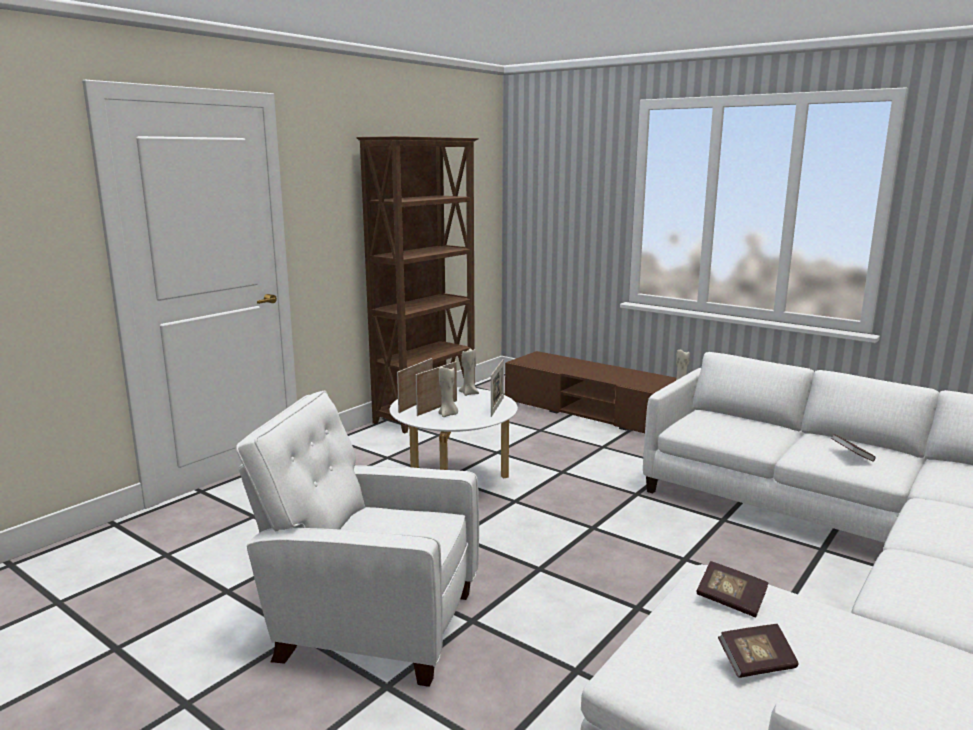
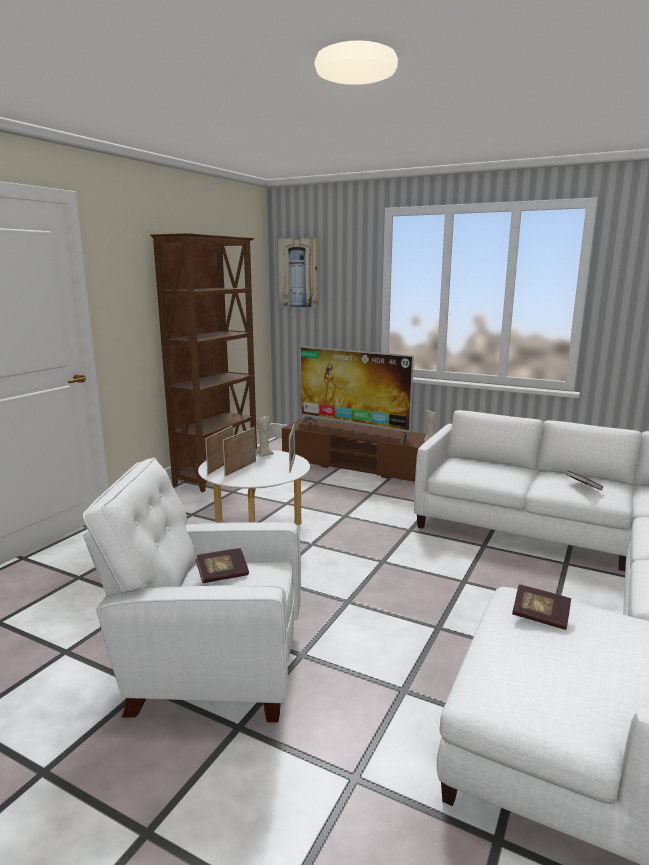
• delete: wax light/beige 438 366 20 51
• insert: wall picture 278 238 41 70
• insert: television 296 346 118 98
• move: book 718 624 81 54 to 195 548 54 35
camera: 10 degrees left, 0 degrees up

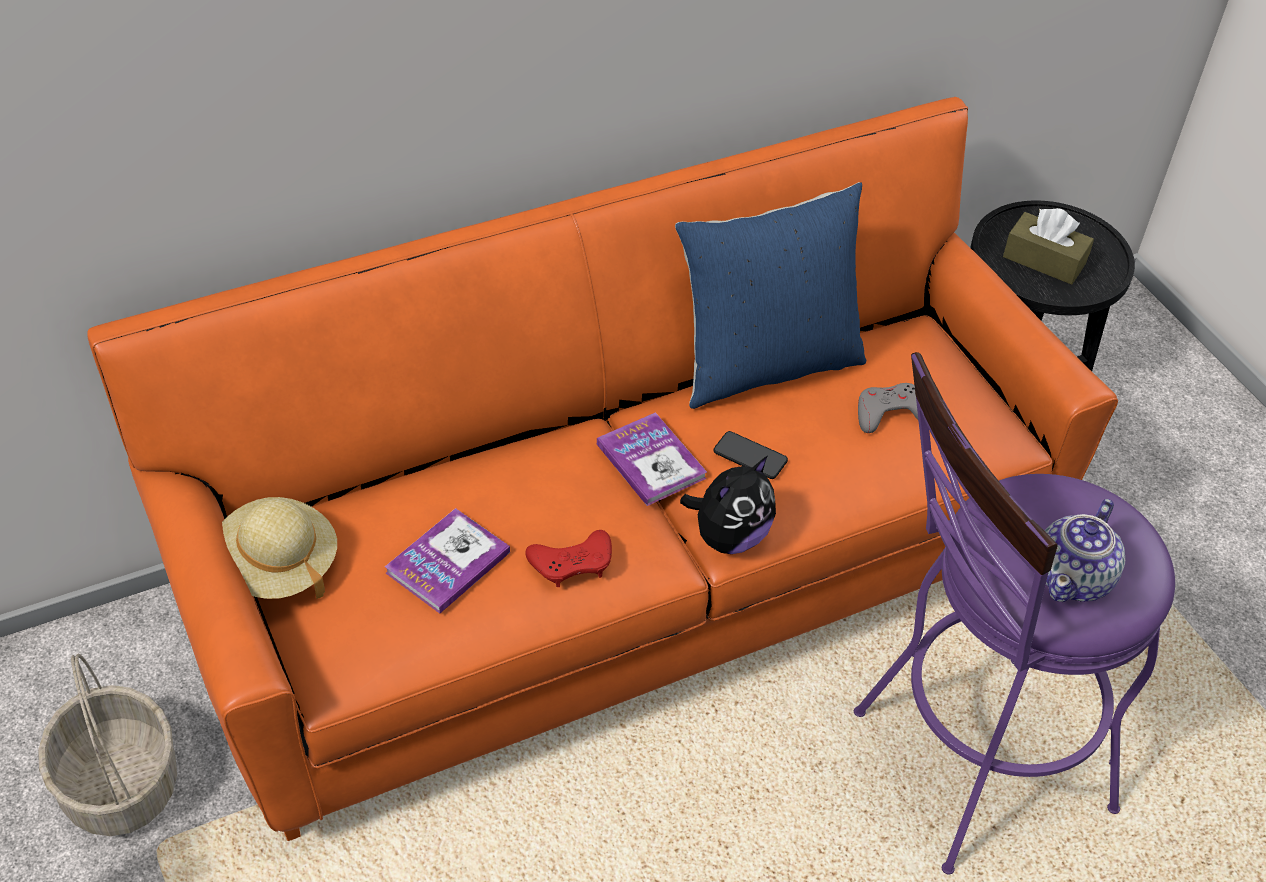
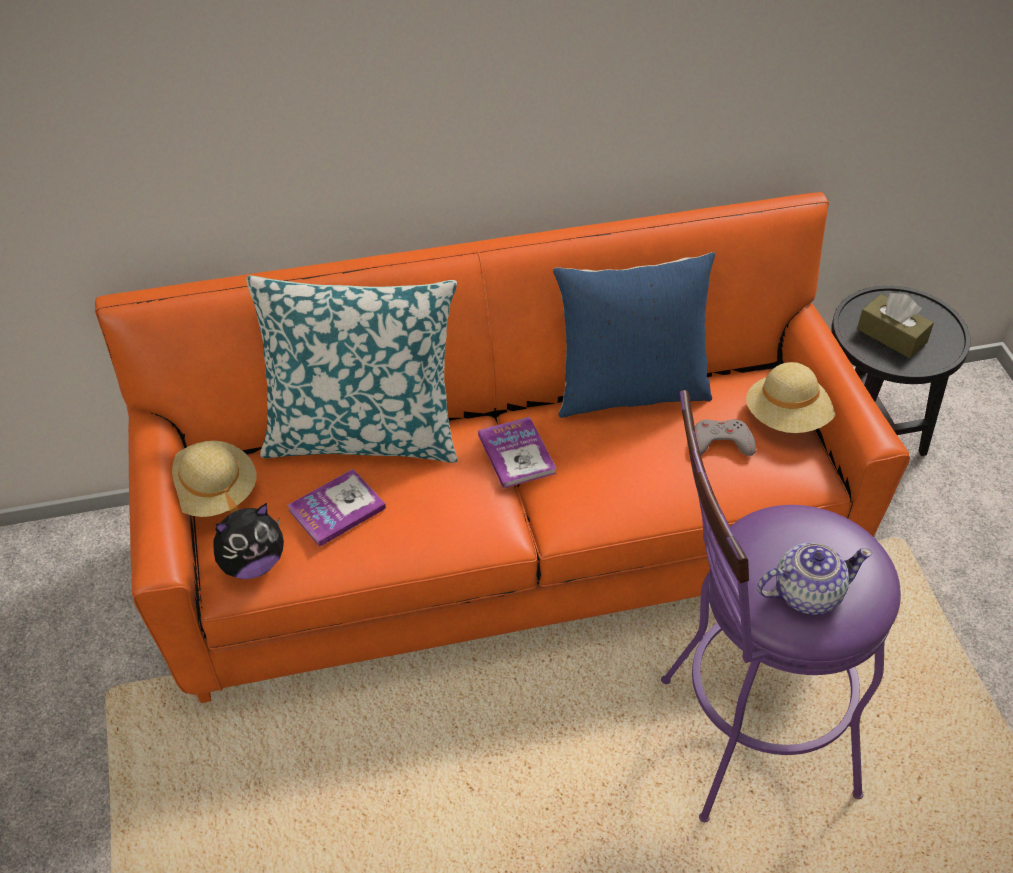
• delete: storage basket 38 654 139 182
• delete: game controller/red-coloured 525 530 87 57
• delete: telephone 713 431 75 48
• insert: pillow 246 276 211 187
• insert: clothing hat/beige 746 362 90 71
• move: cuddly toy 680 456 96 98 to 213 503 71 76
• rotate: teapot 1045 499 80 103 = 757 543 116 72 150 degrees counterclockwise
camera: 15 degrees right, 0 degrees up

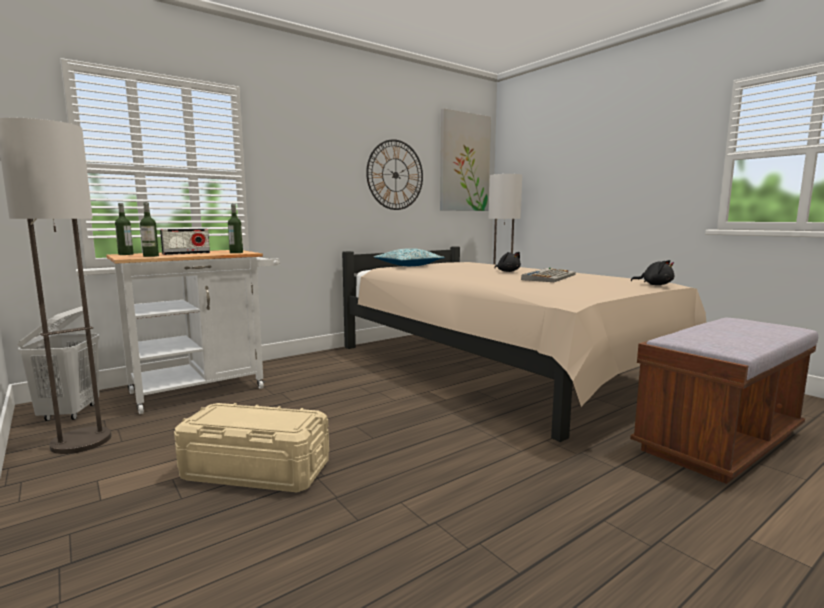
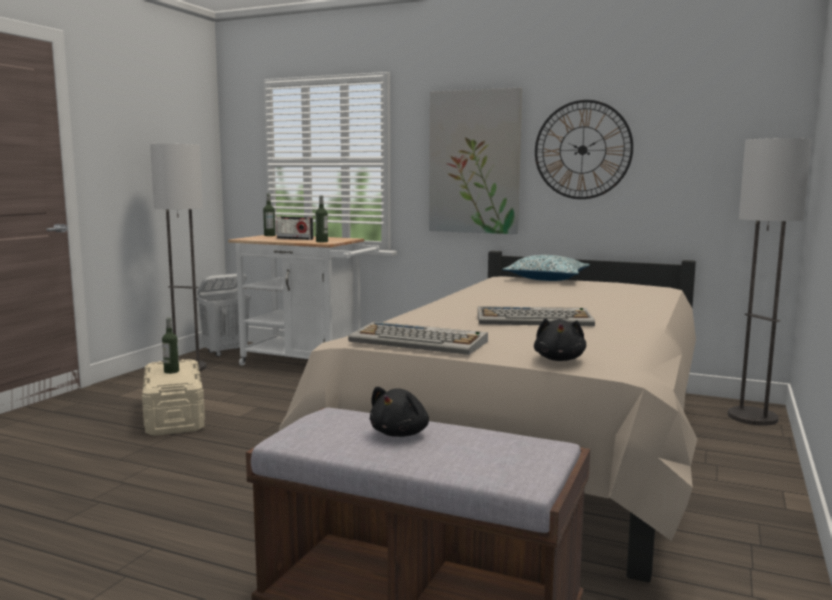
• insert: PC keyboard 348 321 140 34
• move: bottle 140 202 19 55 to 162 318 17 56
• move: wall picture 440 108 51 103 to 429 88 93 146
• move: cuddly toy/blackish 495 252 26 20 to 370 386 59 51
camera: 60 degrees right, 0 degrees up

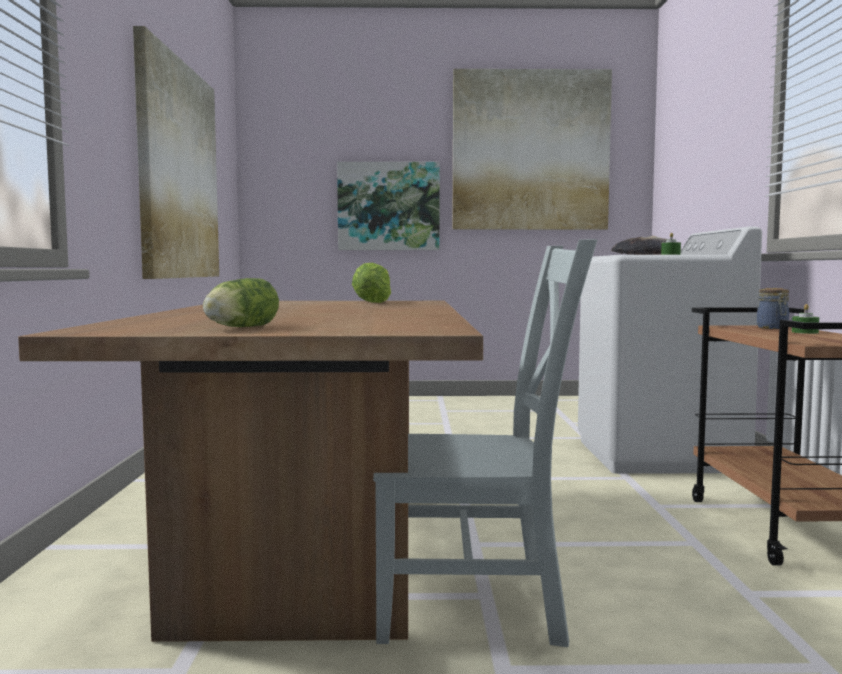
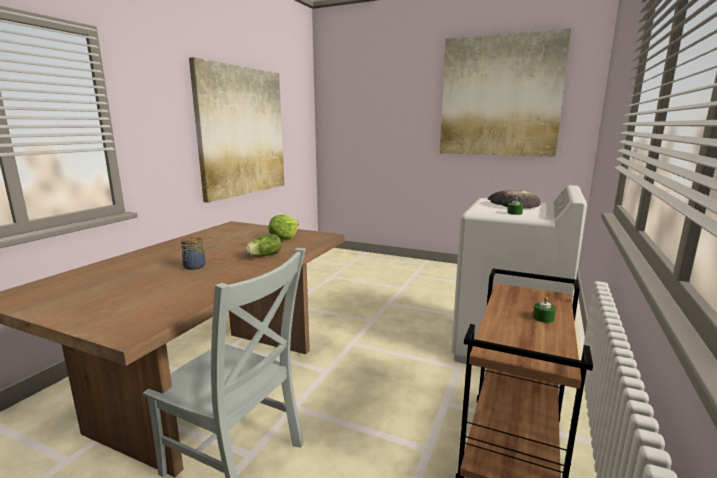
• delete: wall picture 337 162 103 88
• move: head of lettuce 203 278 76 49 to 244 234 37 23
• move: preserve jar 757 288 32 41 to 181 237 25 33
camera: 25 degrees right, 10 degrees up

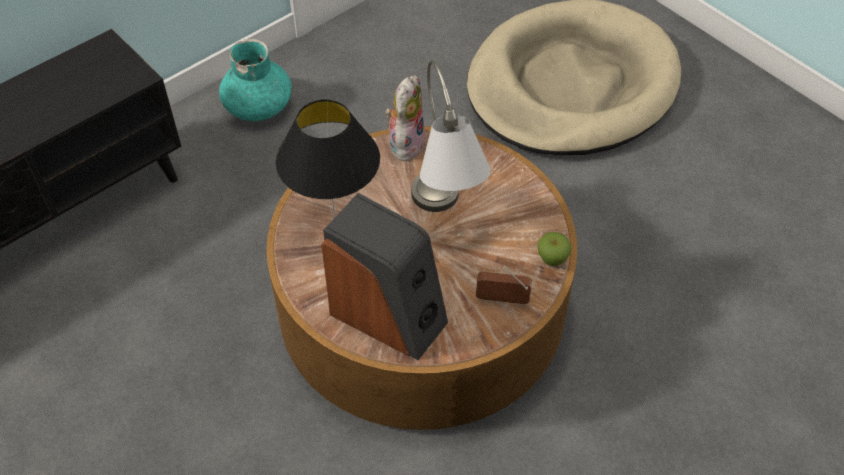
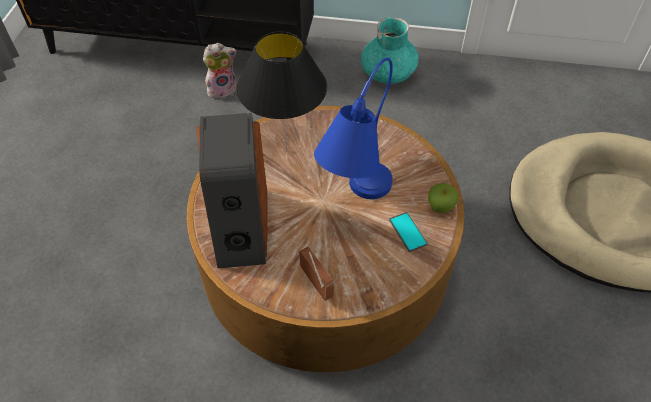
• insert: telephone 389 212 39 40
• move: cuddly toy 385 76 40 86 to 203 43 33 57
• move: apple 537 232 35 34 to 428 183 30 30
• recolor: lamp for a table/grey 411 60 80 152 to lamp for a table/blue-coloured 314 57 79 142
camera: 50 degrees right, 0 degrees up

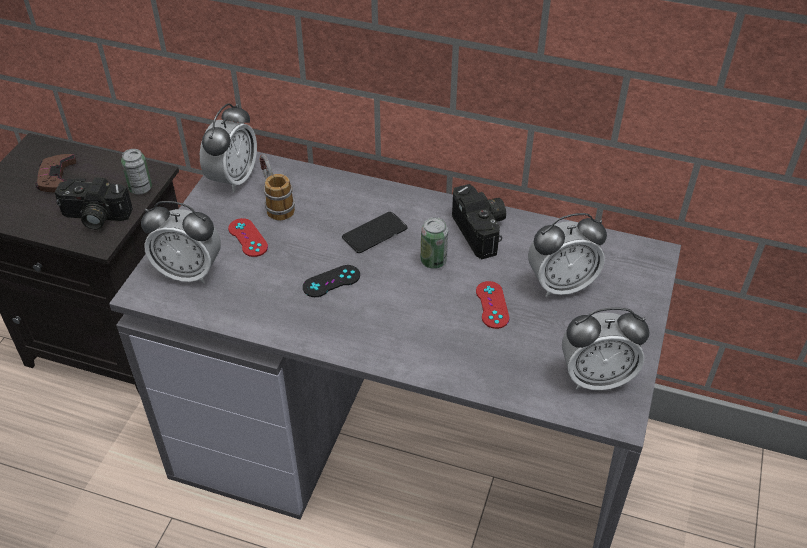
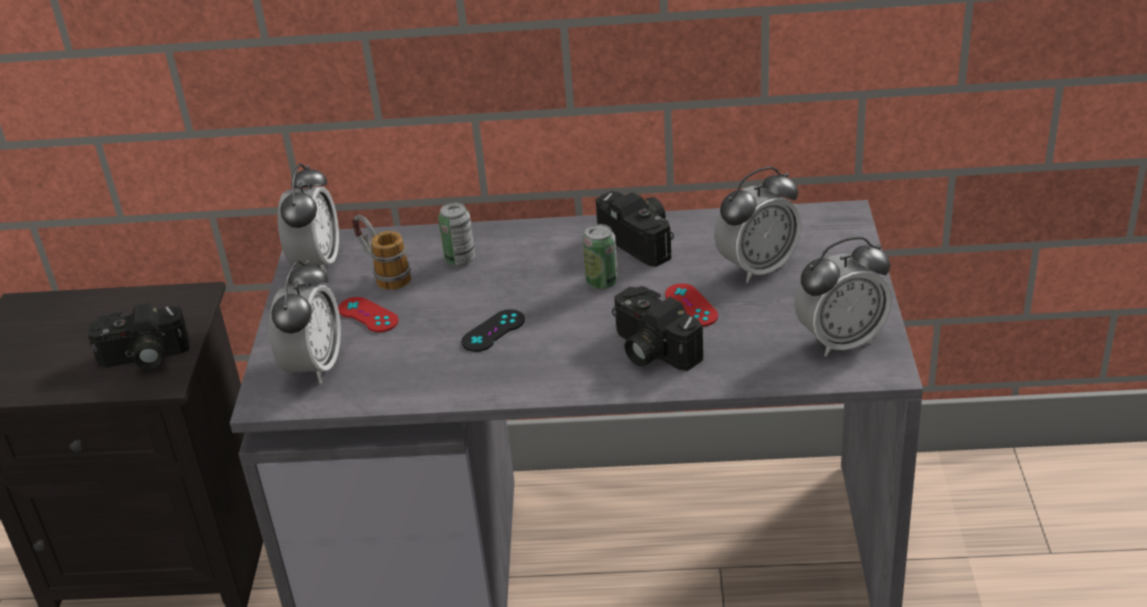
• delete: game controller/brown 36 154 40 39
• delete: telephone 342 212 65 41
• insert: photo camera 612 286 91 85
• move: can 121 149 31 45 to 438 203 37 63
• rotate: alarm clock 141 201 80 83 = 269 260 72 123 75 degrees counterclockwise
camera: 15 degrees left, 10 degrees down

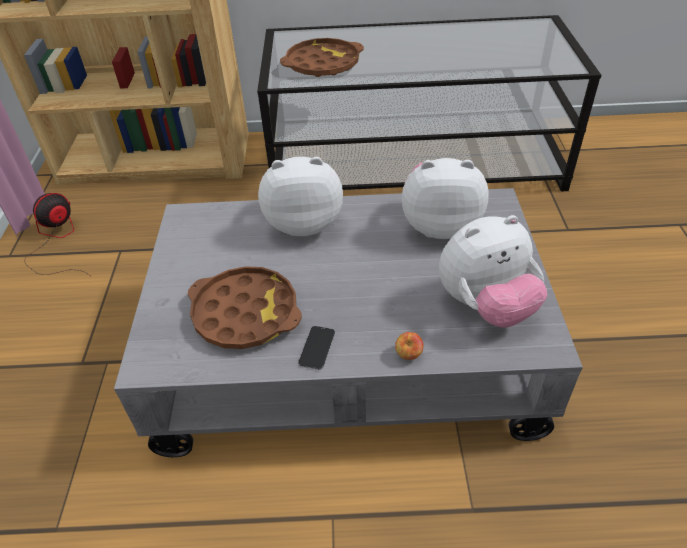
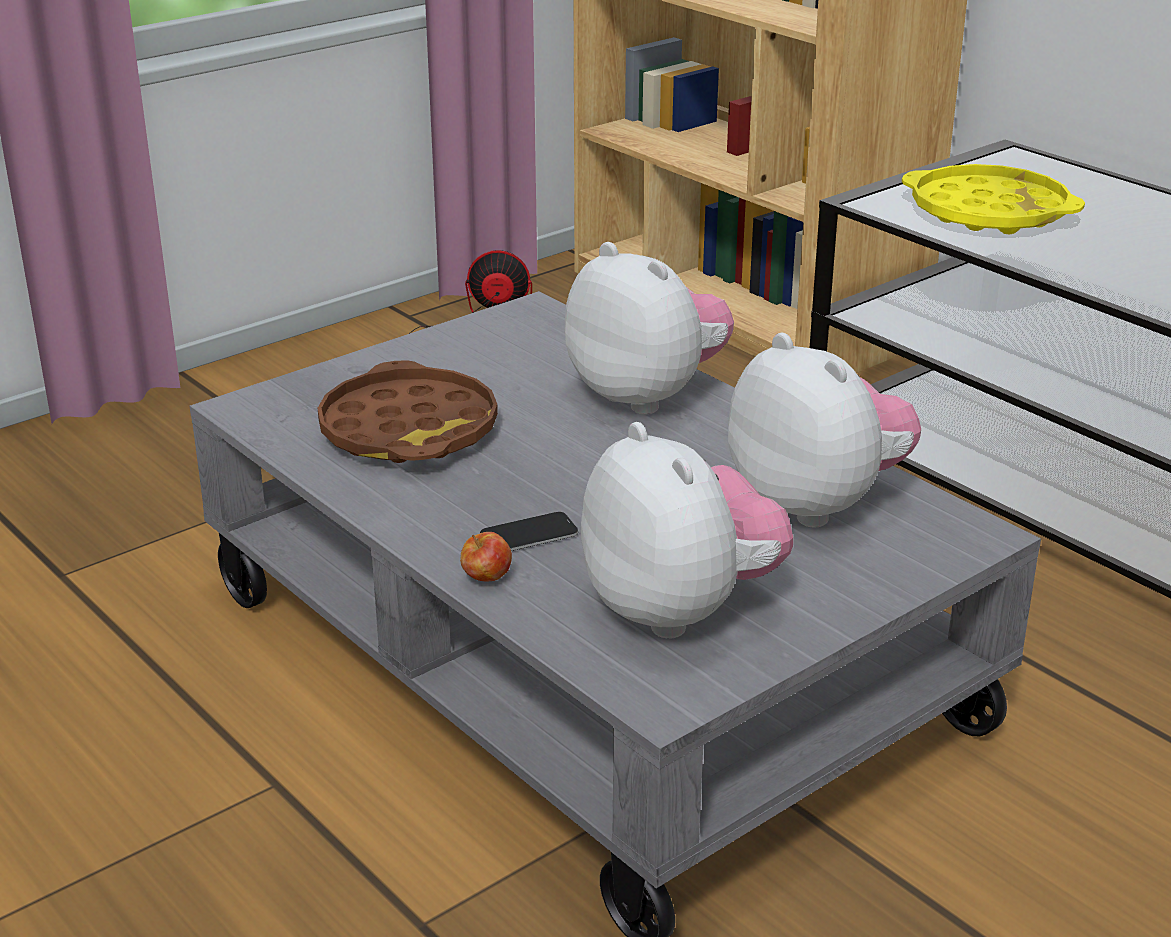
• move: telephone 298 326 37 44 to 480 512 99 39
• recolor: carrying tray/brown 280 38 84 39 to carrying tray/yellow 902 164 183 70
• rotate: cuddly toy 439 215 108 112 = 581 422 212 217 150 degrees counterclockwise
camera: 50 degrees right, 15 degrees down

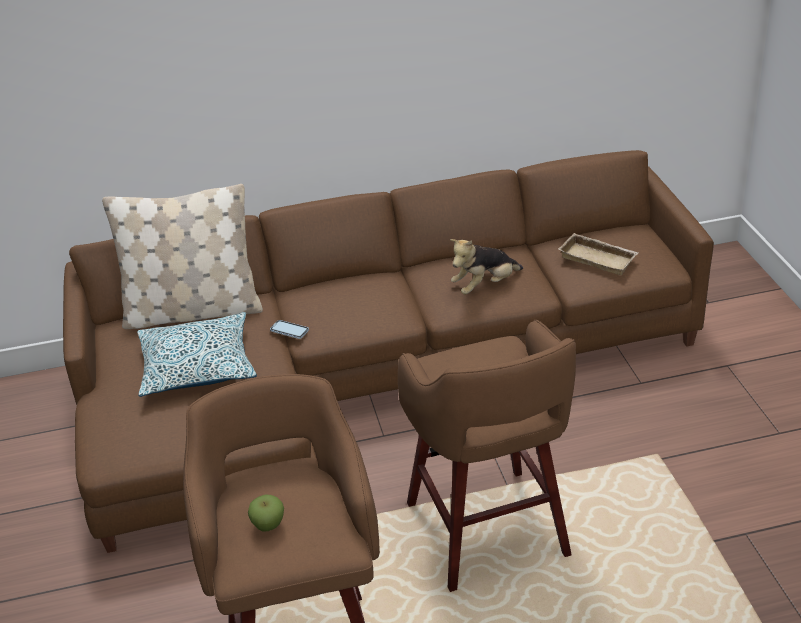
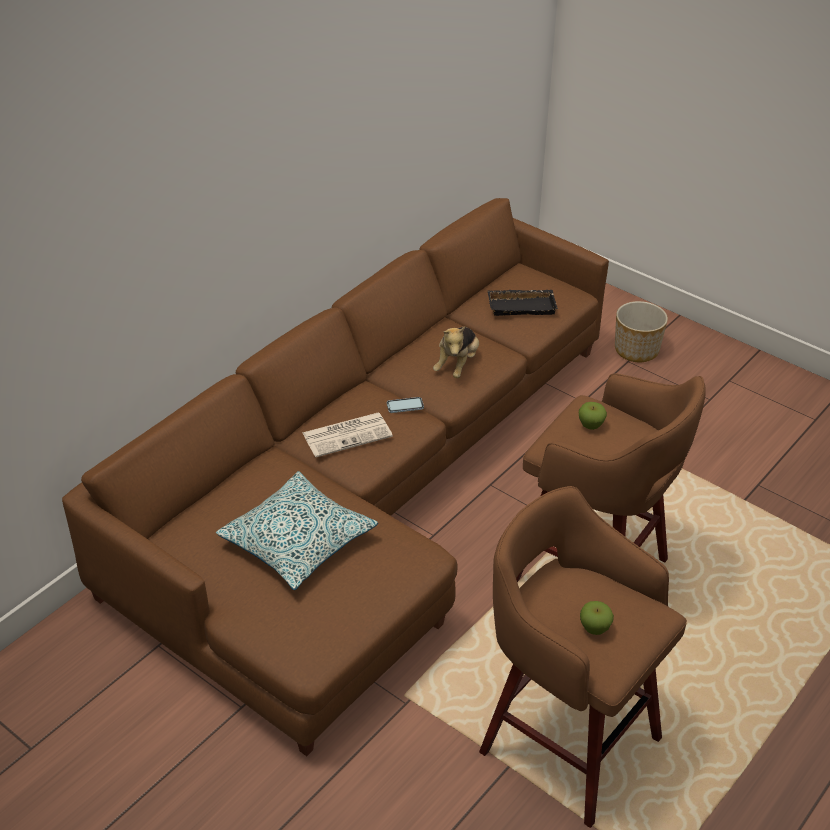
• delete: pillow/beige 102 184 161 145
• insert: daily paper 303 412 90 45
• insert: apple 579 402 28 28
• insert: planter 615 301 53 61
• move: telephone 270 320 39 19 to 387 397 37 16
• recolor: carrying tray/beige 558 233 80 42 to carrying tray/blackish 487 290 71 26
camera: 40 degrees left, 5 degrees up

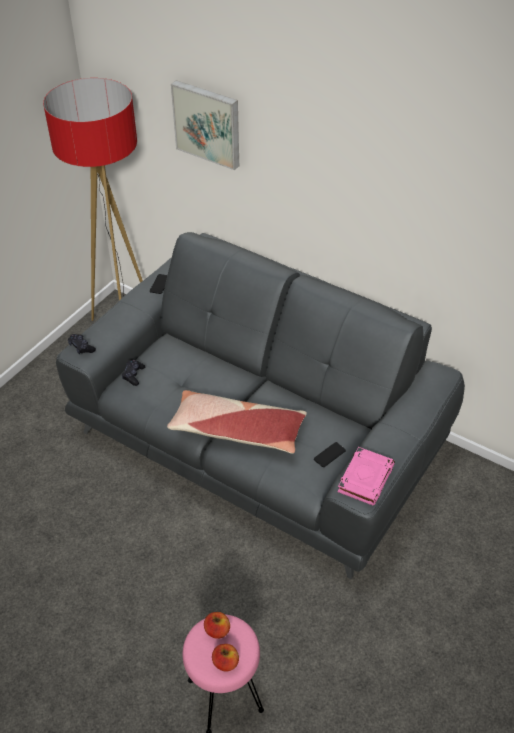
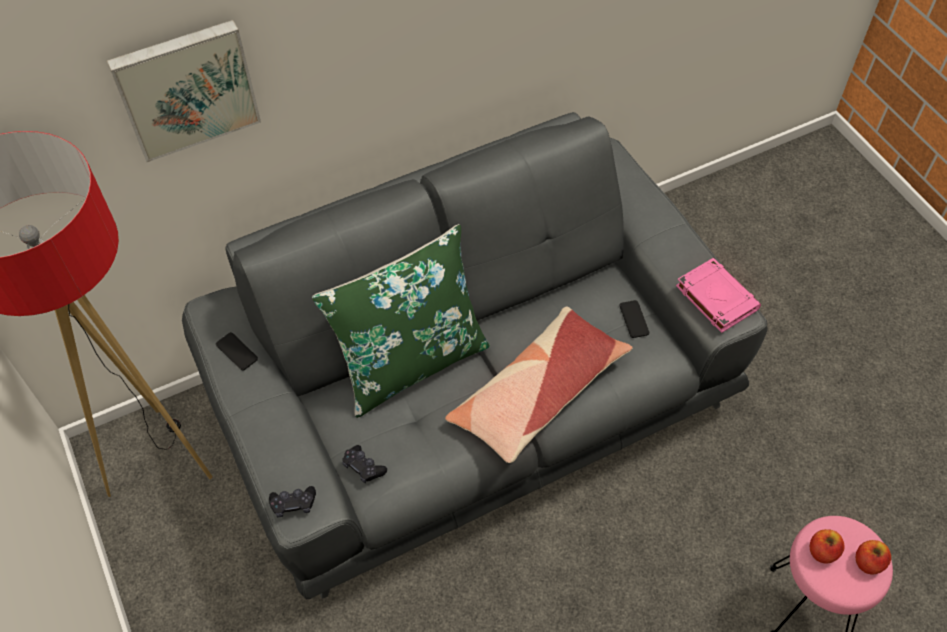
• insert: pillow/green-coloured 312 224 178 194
camera: 60 degrees left, 10 degrees up

